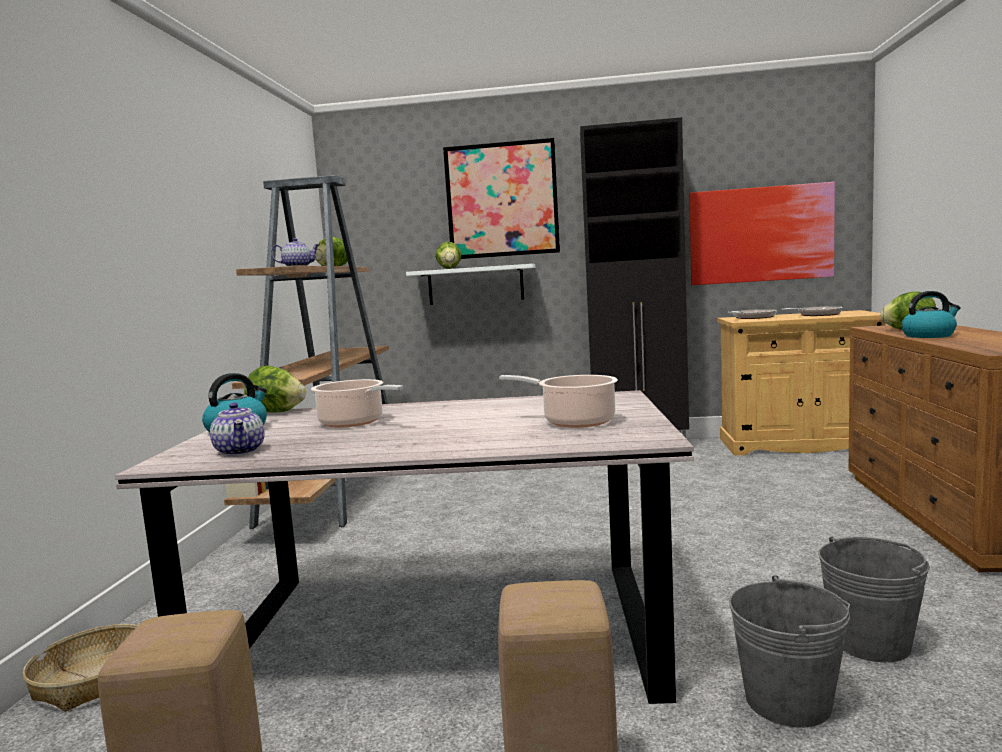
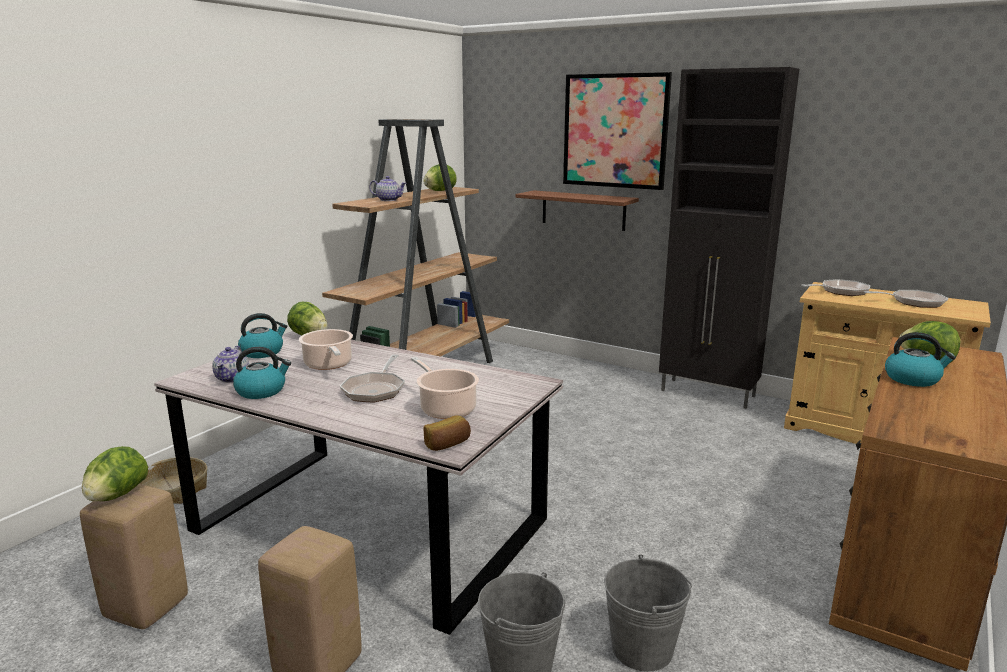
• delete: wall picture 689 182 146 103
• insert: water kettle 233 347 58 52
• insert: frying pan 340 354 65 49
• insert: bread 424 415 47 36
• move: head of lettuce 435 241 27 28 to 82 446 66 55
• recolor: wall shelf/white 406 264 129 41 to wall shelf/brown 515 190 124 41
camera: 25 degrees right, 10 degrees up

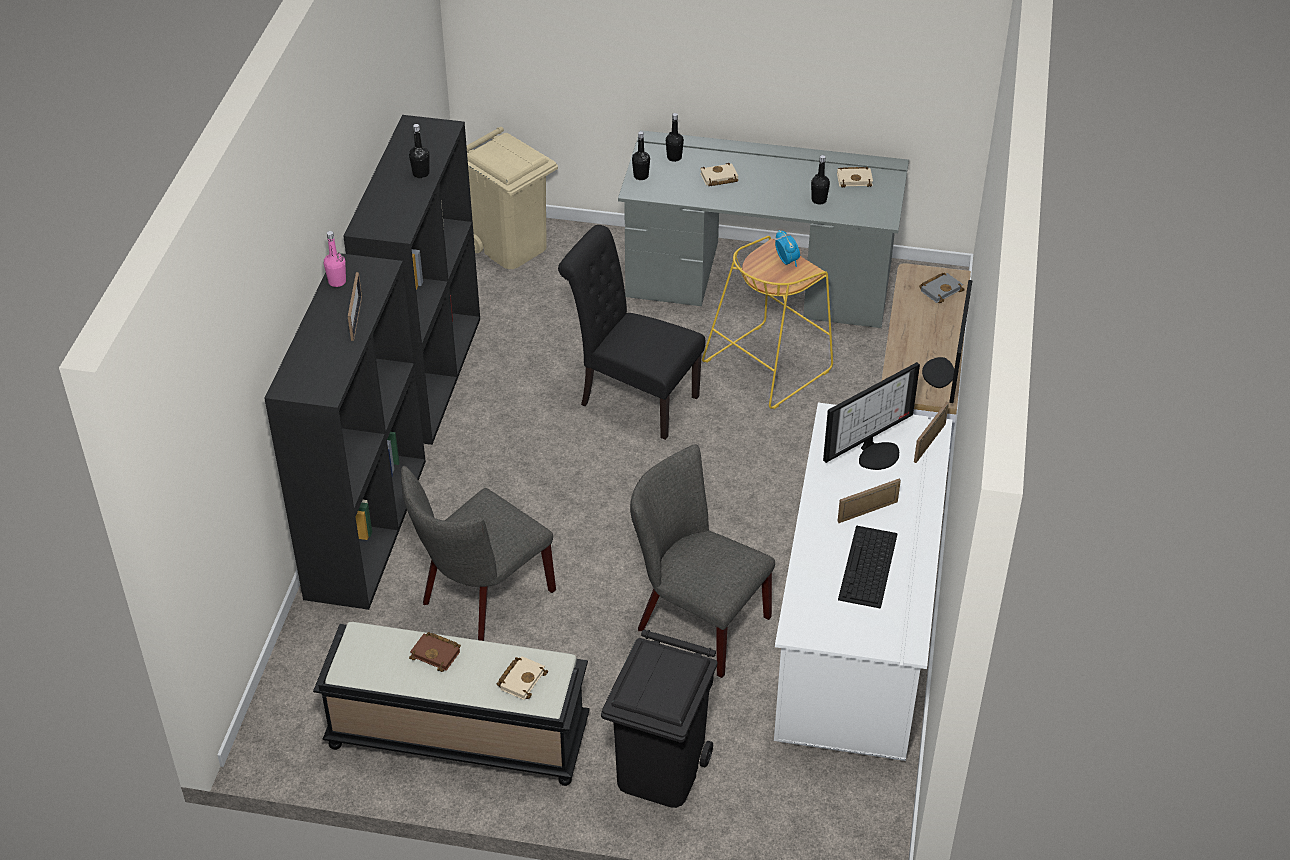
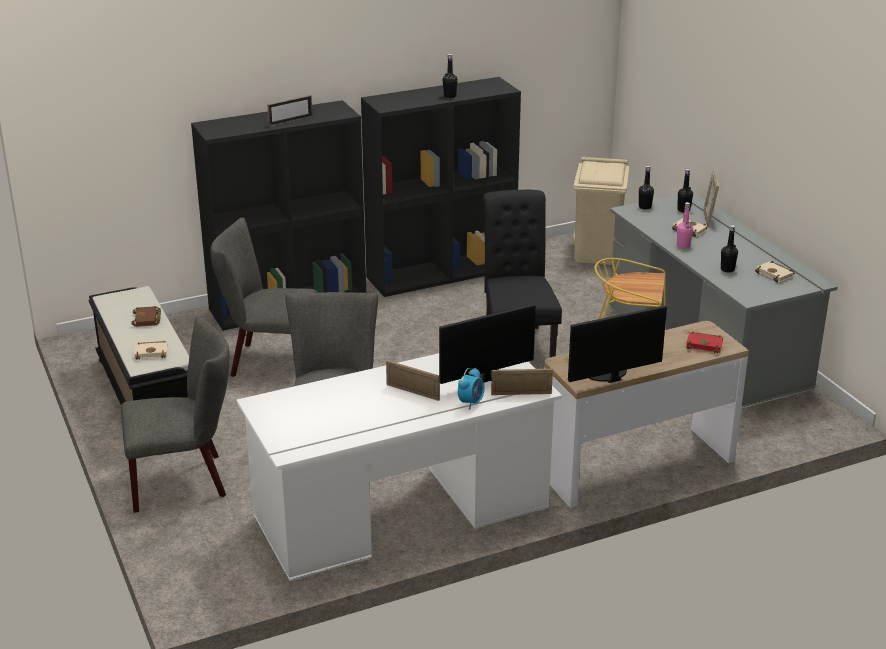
• delete: PC keyboard 838 525 60 84
• insert: picture frame 703 170 16 57
• move: bottle/pink 324 231 22 56 to 677 202 16 46
• move: alarm clock 775 230 25 37 to 458 368 26 42
• replace: rubbish bin/blackish 601 630 116 178 to chair/grey 121 315 109 198
• recolor: book/grey 919 273 46 30 to book/red-coloured 686 331 37 22
• rotate: monitor 823 362 97 108 = 439 304 97 80 135 degrees clockwise
camera: 55 degrees right, 15 degrees down

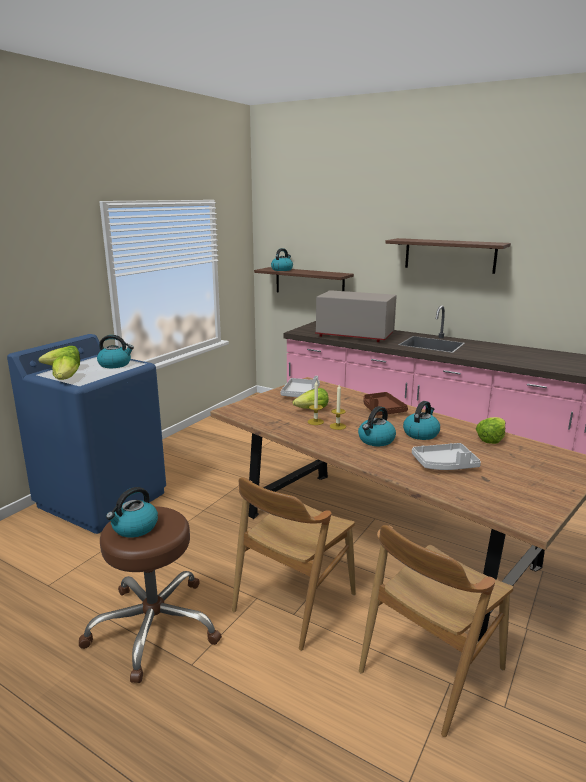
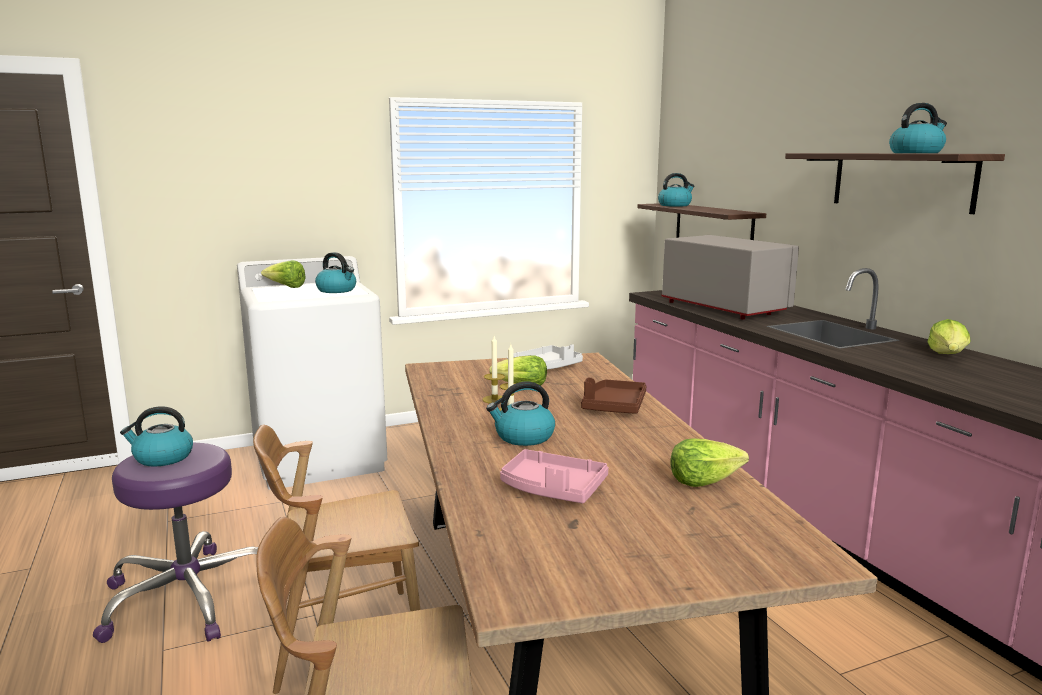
• move: head of lettuce 52 355 27 25 to 927 319 44 35
• move: water kettle 403 401 37 39 to 889 103 58 50
• recolor: laundry appliance/blue-coloured 7 334 159 200 to laundry appliance/white 237 256 150 234
• recolor: stool/brown 79 506 143 177 to stool/purple 93 443 165 200
• recolor: carrying tray/grey 412 443 69 27 to carrying tray/pink 500 449 109 55
camera: 35 degrees right, 5 degrees down

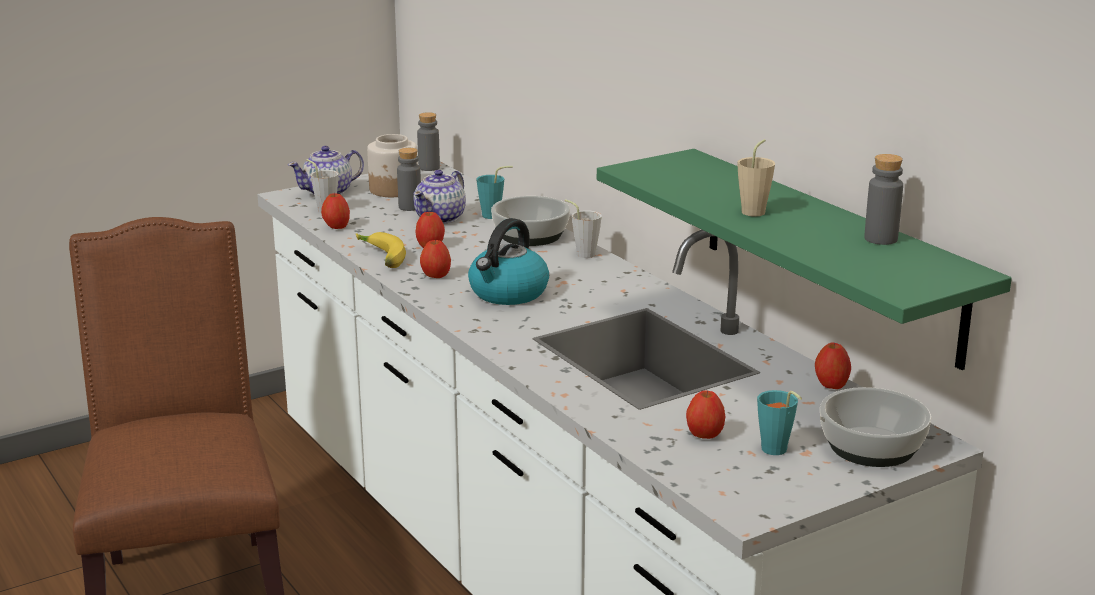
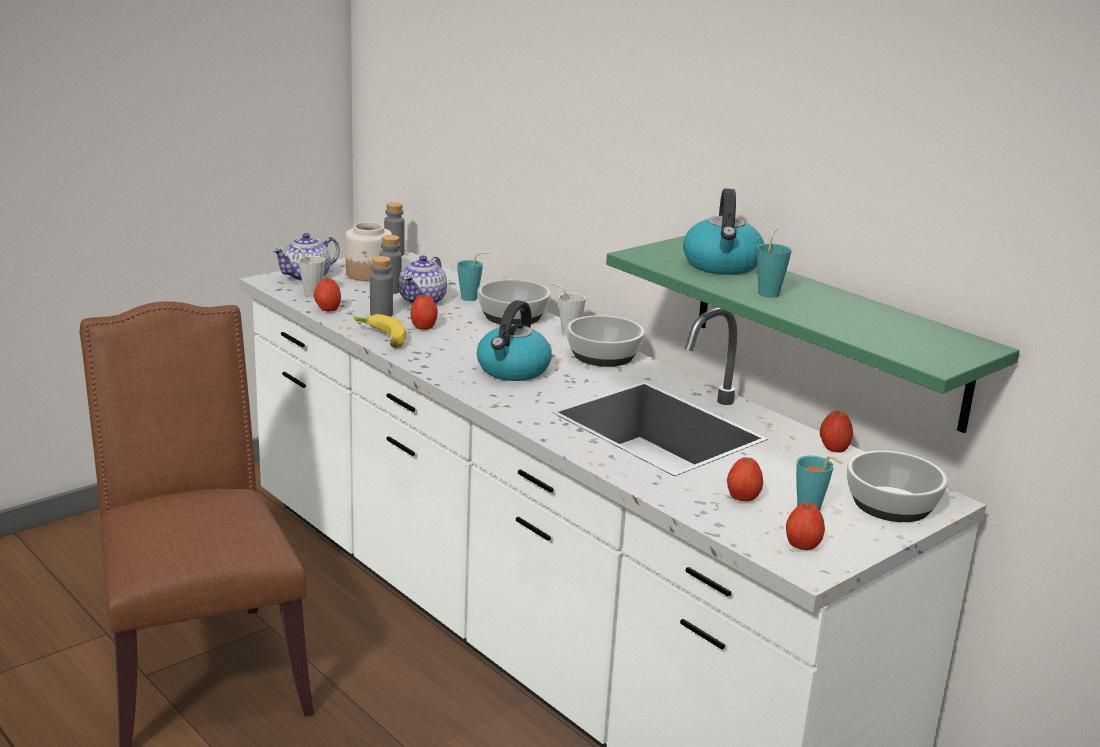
• insert: deep dish 566 315 78 52
• insert: water kettle 683 188 81 87
• move: apple 420 239 31 39 to 786 503 39 47
• move: bottle/grey 864 154 39 91 to 370 256 23 61
• recolor: small cup/beige 737 139 38 78 to small cup/blue-green 757 227 35 71
camera: 10 degrees left, 0 degrees up

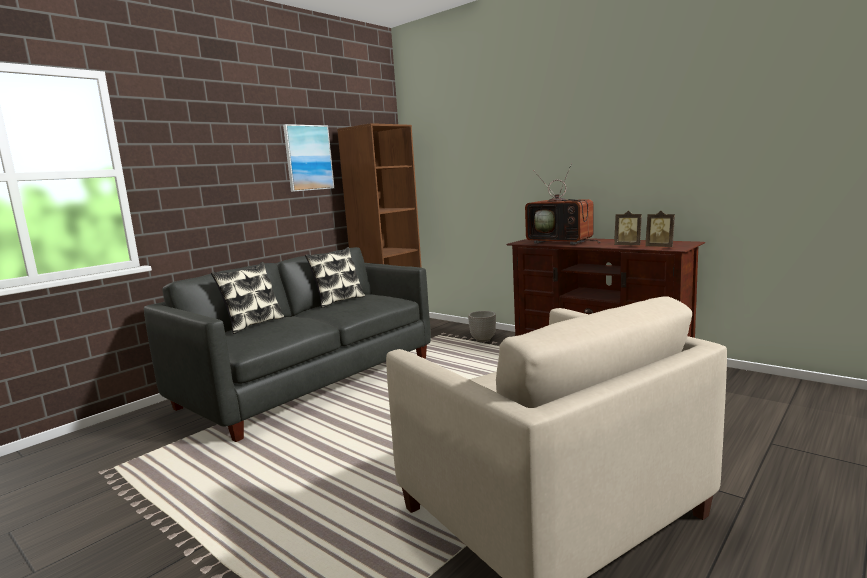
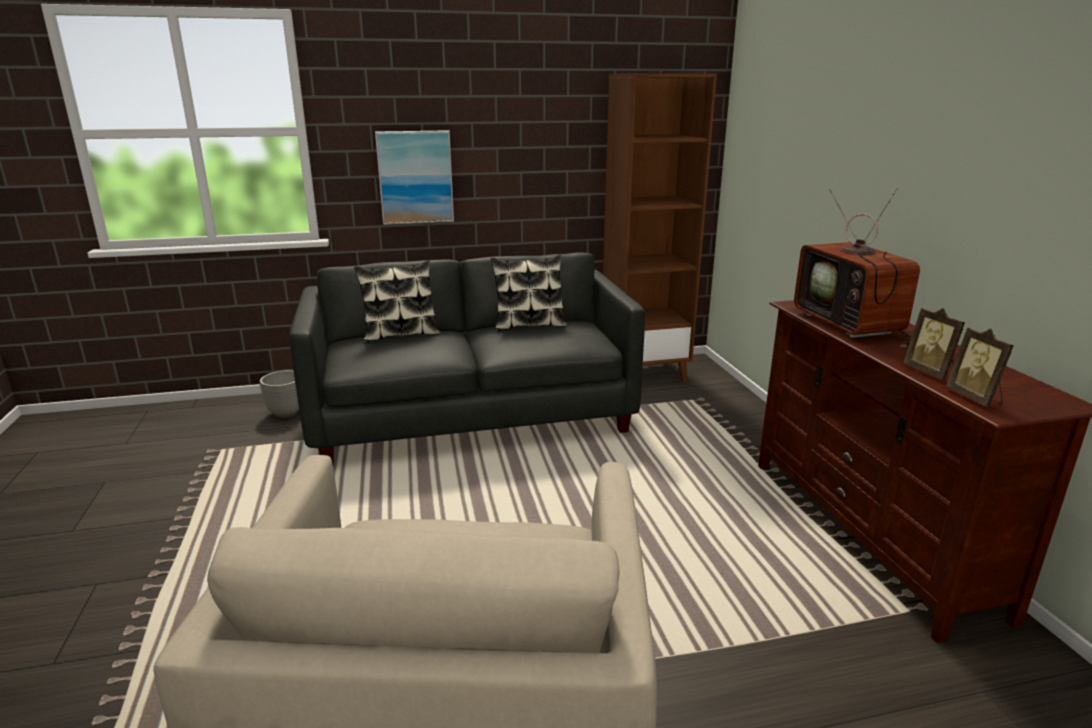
• move: wall picture 283 124 51 68 to 375 130 79 95
• move: planter 468 311 28 31 to 260 370 39 48
camera: 35 degrees right, 10 degrees up

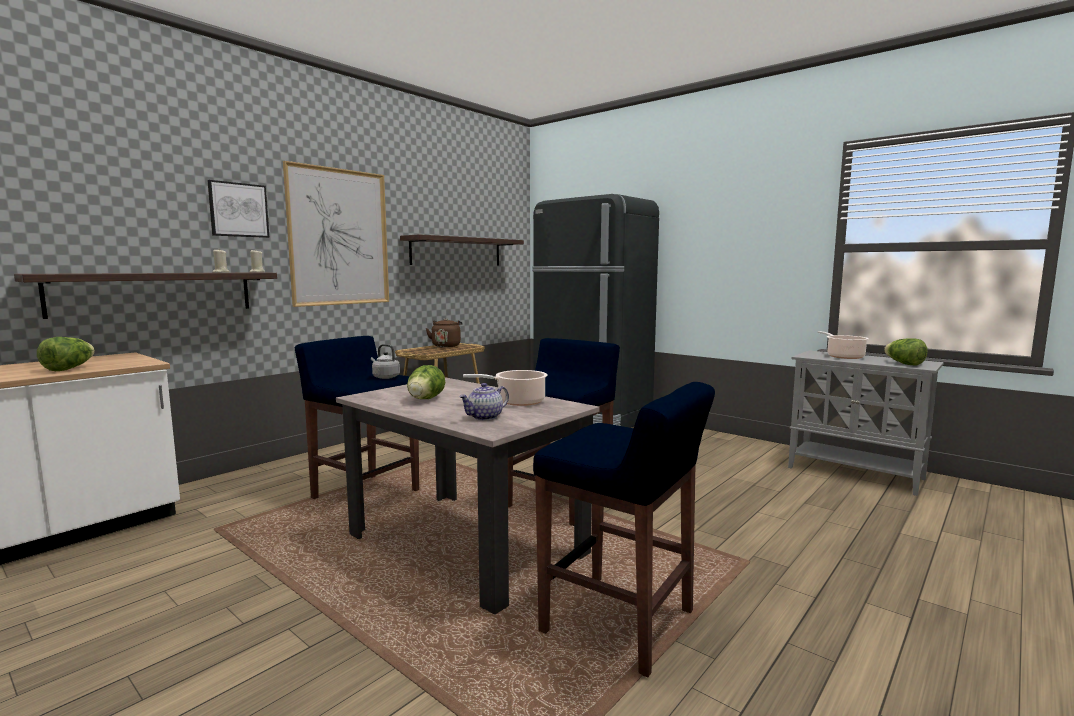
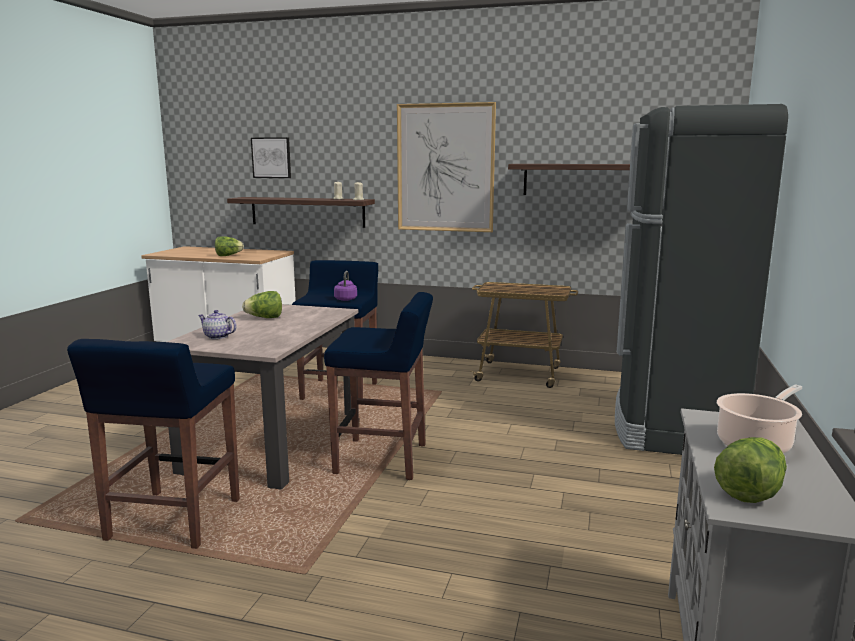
• delete: water kettle/brown 426 318 37 29
• delete: saucepot 463 370 85 36
• move: wall picture 207 180 62 58 to 251 137 40 41
• recolor: water kettle/grey 371 344 29 35 to water kettle/purple 334 271 23 30
camera: 65 degrees right, 5 degrees up

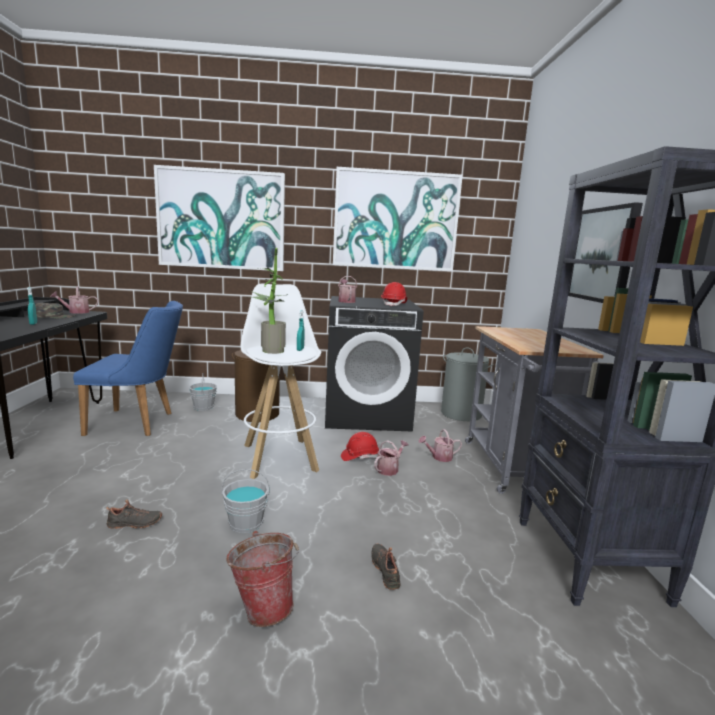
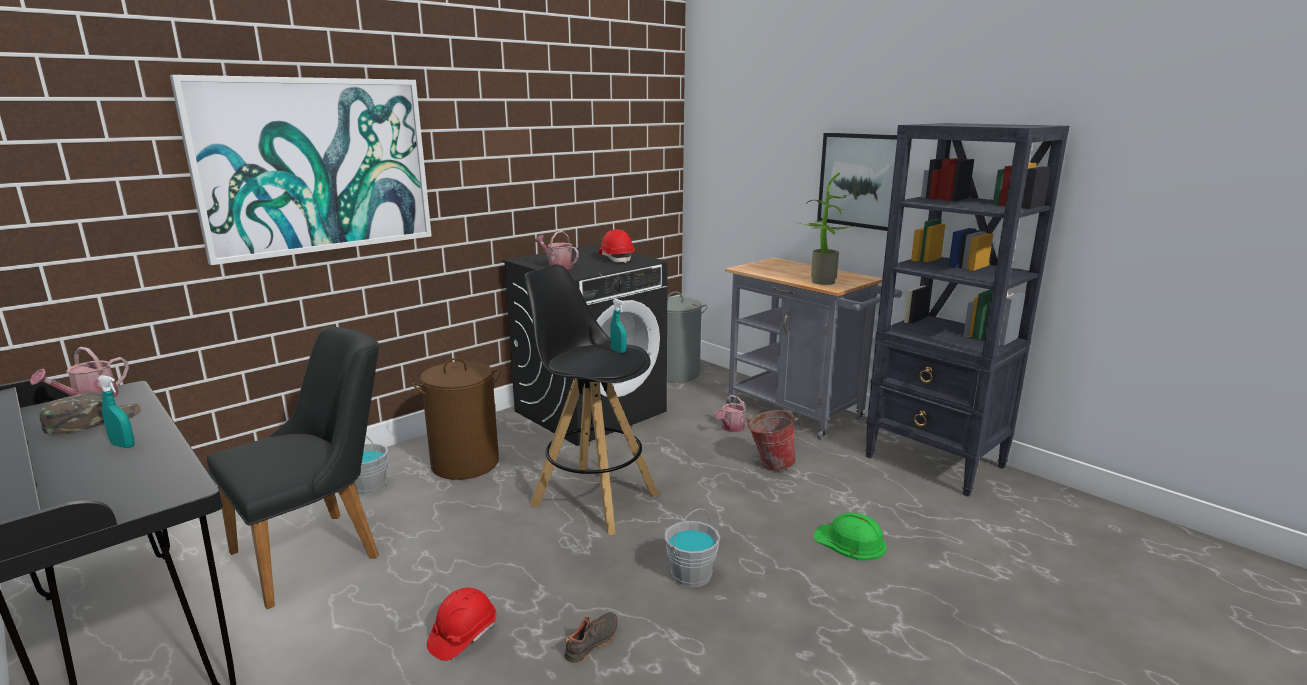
• delete: wall picture 333 167 130 105
• delete: watering pot 374 440 34 36
• move: bucket 226 531 73 96 to 747 410 50 61
• move: houseplant 252 248 36 106 to 797 172 56 113
• move: safety helmet/red-coloured 341 432 38 29 to 427 587 70 74
• replace: item of footwear/blackish 371 544 30 46 to safety helmet/green-coloured 813 513 73 47
• recolor: chair/blue-coloured 73 301 110 135 to chair/blackish 207 326 172 283
• recolor: stool/white 241 283 80 196 to stool/blackish 525 264 134 271
camera: 40 degrees left, 5 degrees up

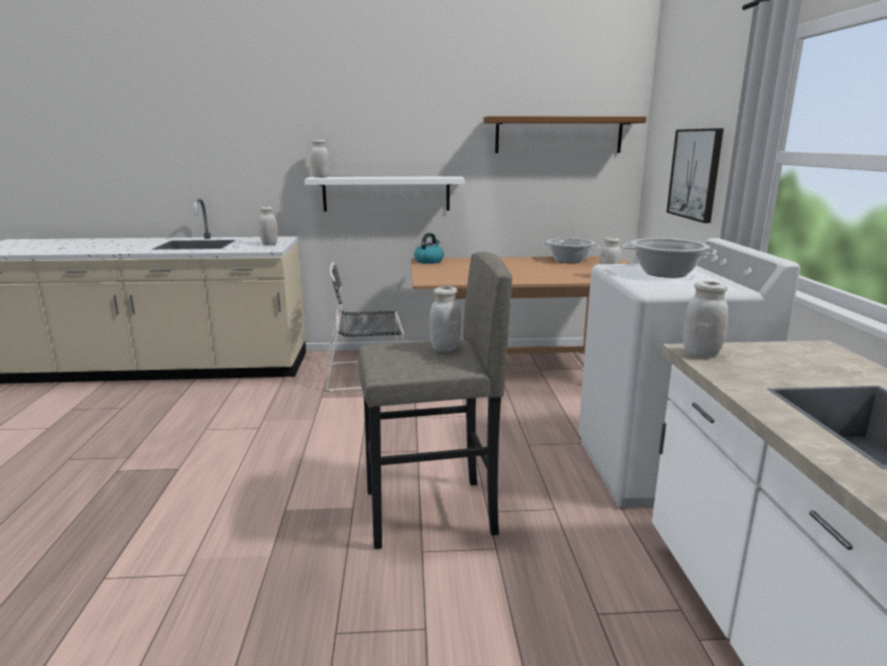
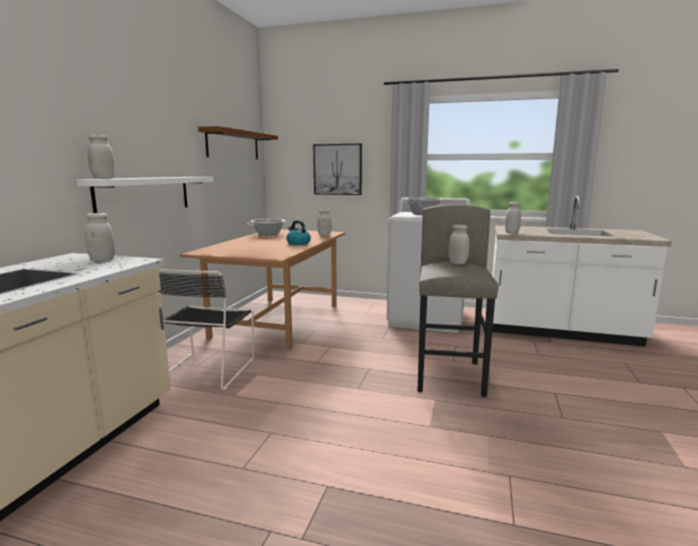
• move: water kettle 414 233 30 31 to 286 220 25 25
camera: 70 degrees left, 5 degrees down

